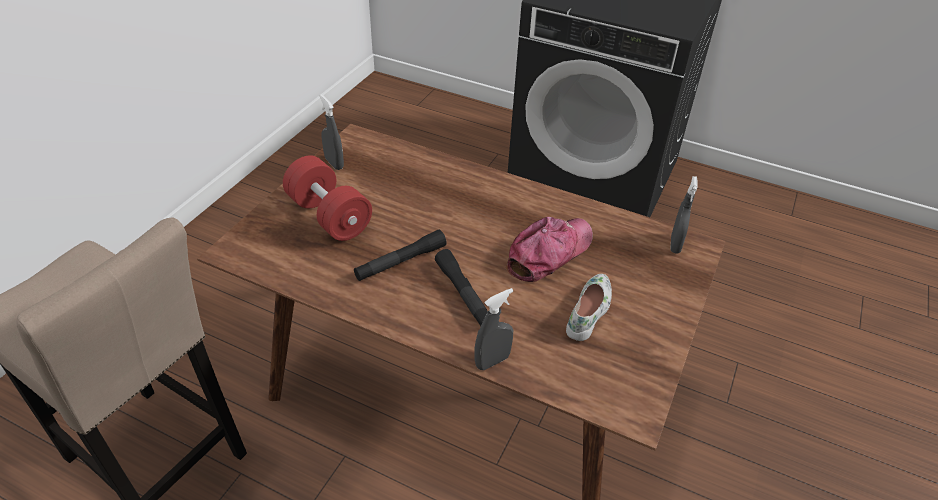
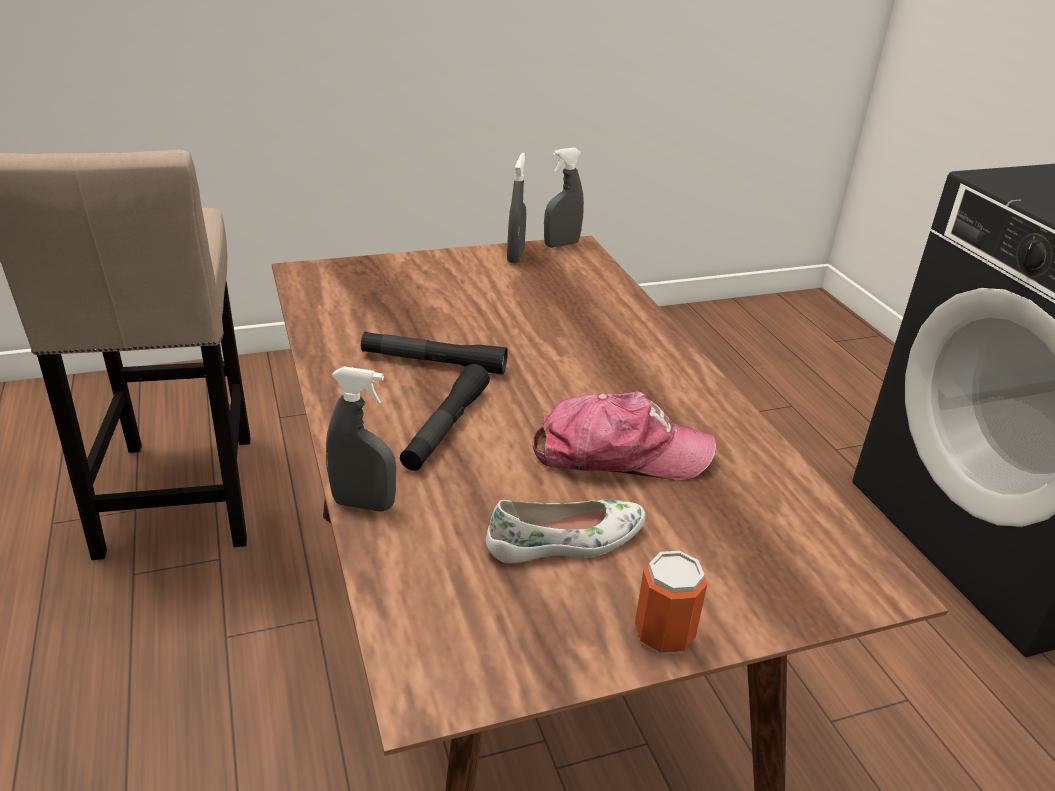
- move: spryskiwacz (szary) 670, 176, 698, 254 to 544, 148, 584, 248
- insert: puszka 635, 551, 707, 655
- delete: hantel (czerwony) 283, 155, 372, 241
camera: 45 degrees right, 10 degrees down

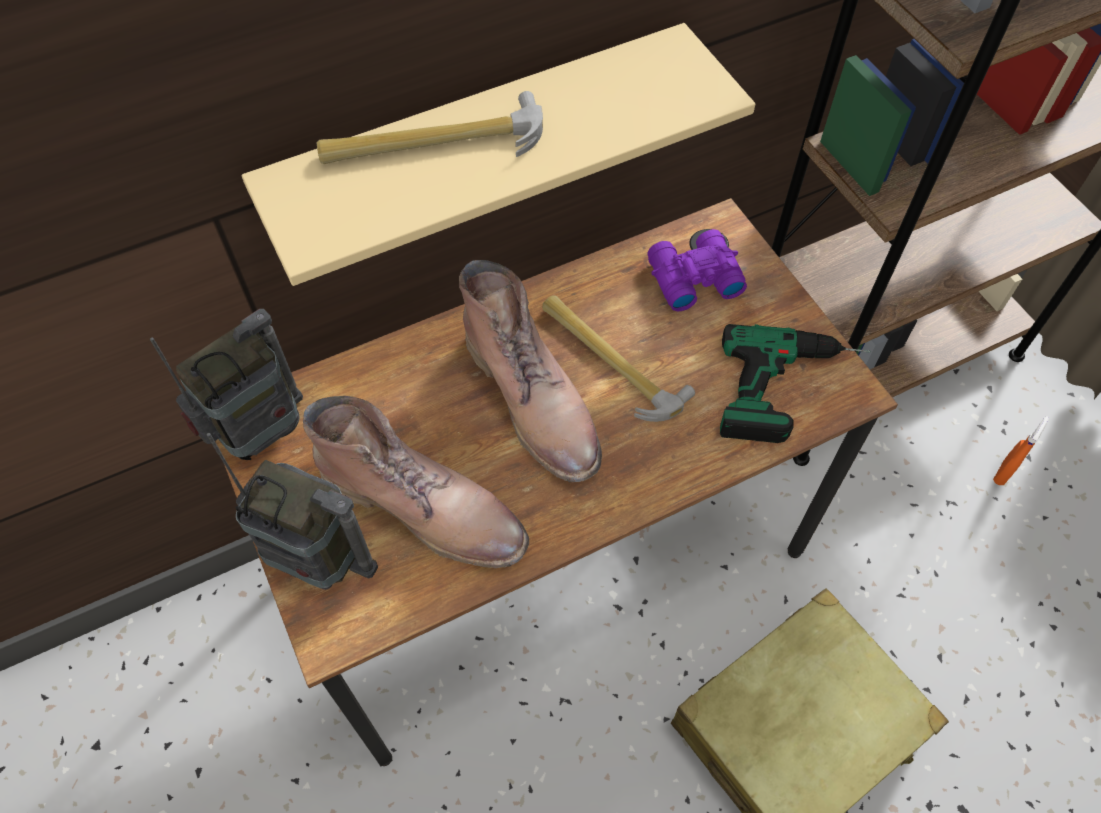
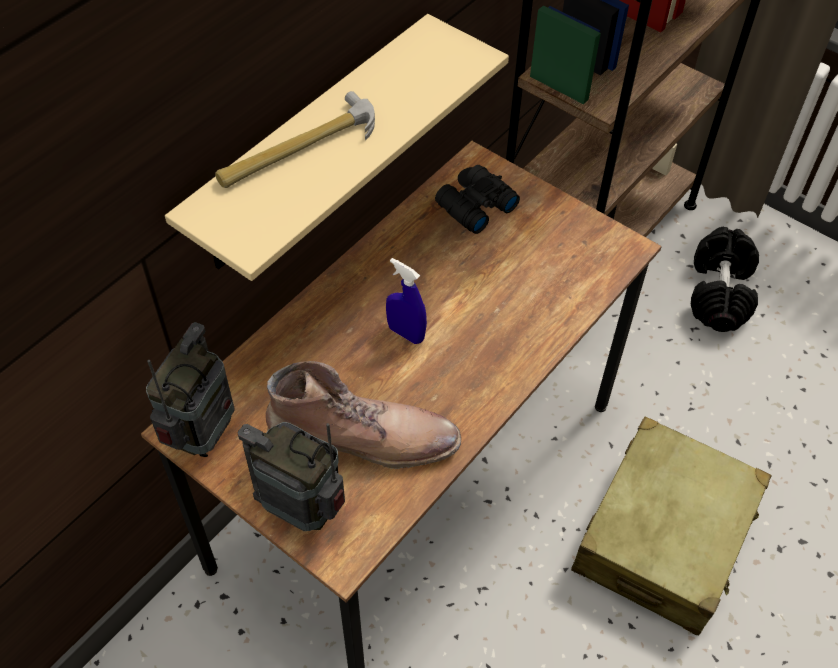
- rotate: radio 206, 433, 378, 590 = 237, 422, 345, 531 150 degrees counterclockwise
- replace: but z cholewką (brązowy) 459, 260, 602, 482 to spryskiwacz (niebieski) 386, 258, 427, 344
- recolor: lornetka (fioletowy) 647, 229, 747, 311 to lornetka (czarny) 435, 165, 520, 234
- replace: spryskiwacz (pomarańczowy) 993, 416, 1049, 485 to hantel (czarny) 691, 227, 759, 332
- delete: młotek 542, 295, 695, 422
- delete: wiertarka 720, 324, 871, 443
camera: 25 degrees left, 5 degrees down

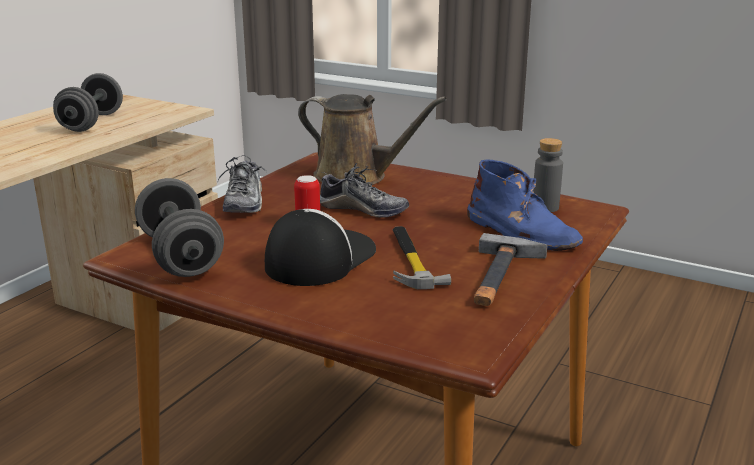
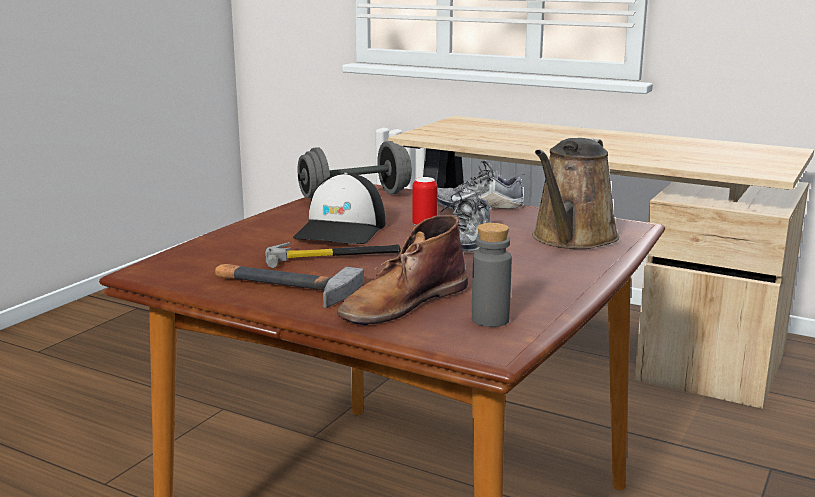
- rotate: czapka z daszkiem 265, 209, 376, 286 = 293, 173, 385, 244 75 degrees clockwise
- recolor: but z cholewką (niebieski) 467, 159, 583, 251 to but z cholewką (brązowy) 337, 215, 468, 325
- delete: hantel (szary) 53, 73, 123, 132
camera: 90 degrees right, 5 degrees down

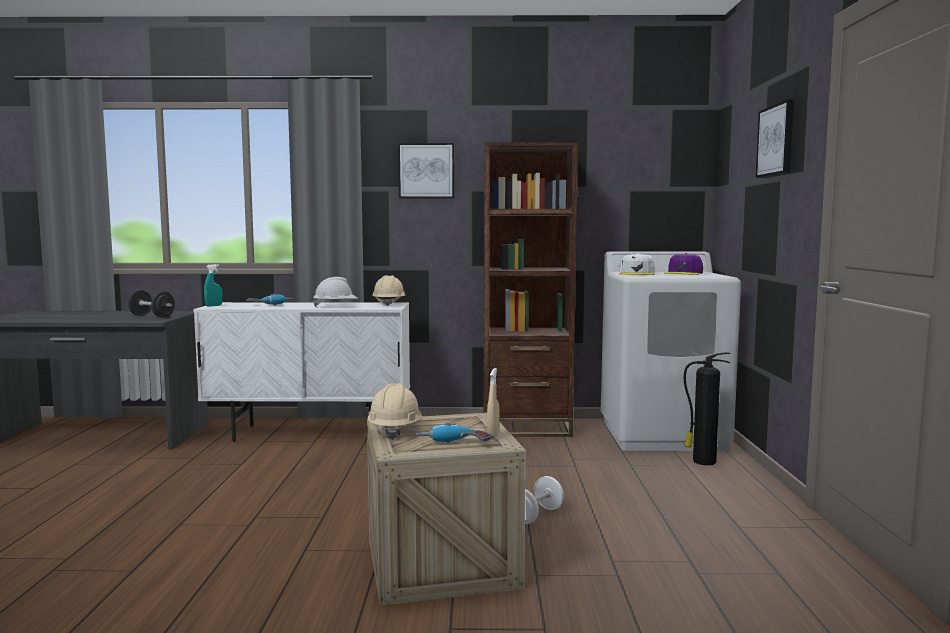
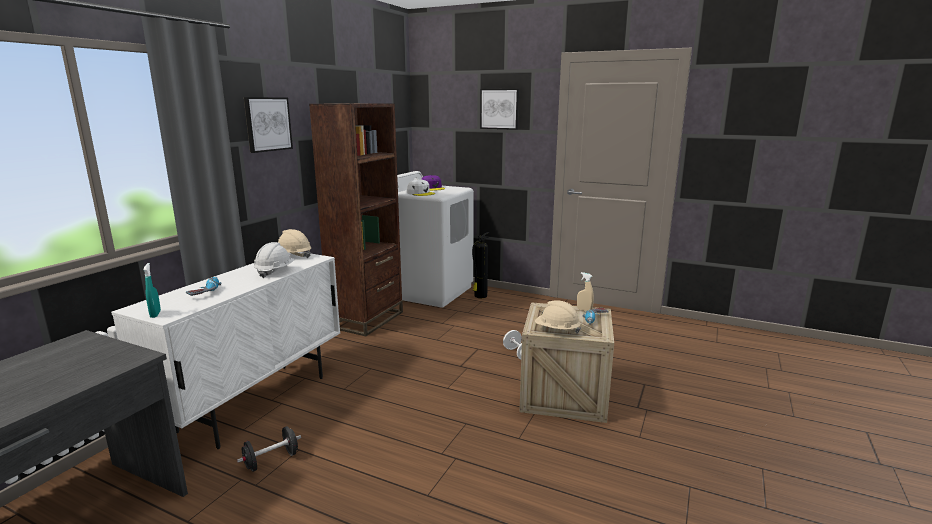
- move: hantel (czarny) 128, 290, 175, 318 to 237, 426, 301, 472
camera: 65 degrees left, 10 degrees up

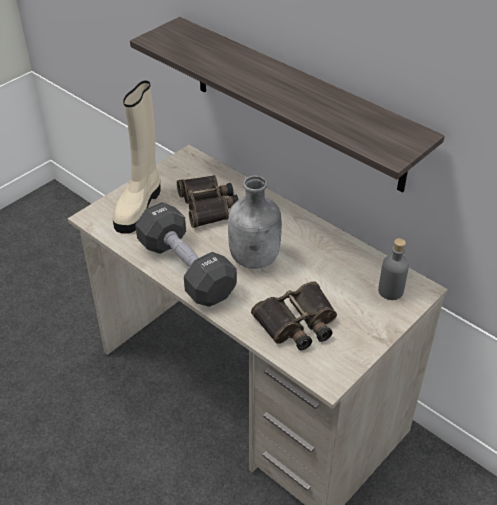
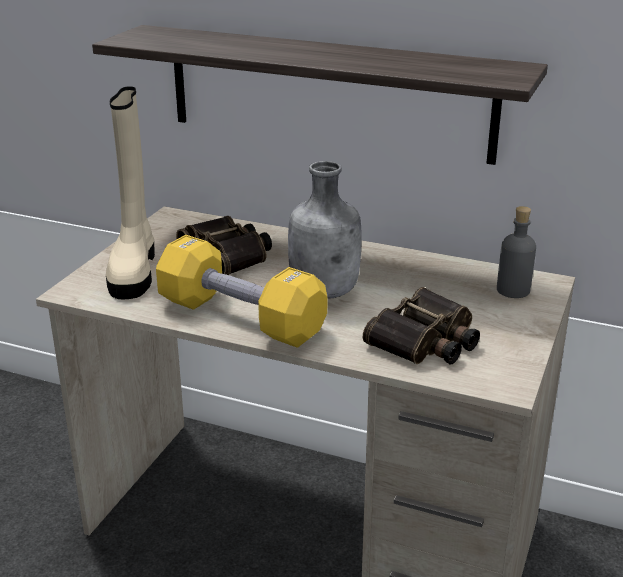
- recolor: hantel (czarny) 135, 202, 237, 307 to hantel (żółty) 156, 235, 327, 348
camera: 20 degrees left, 15 degrees down

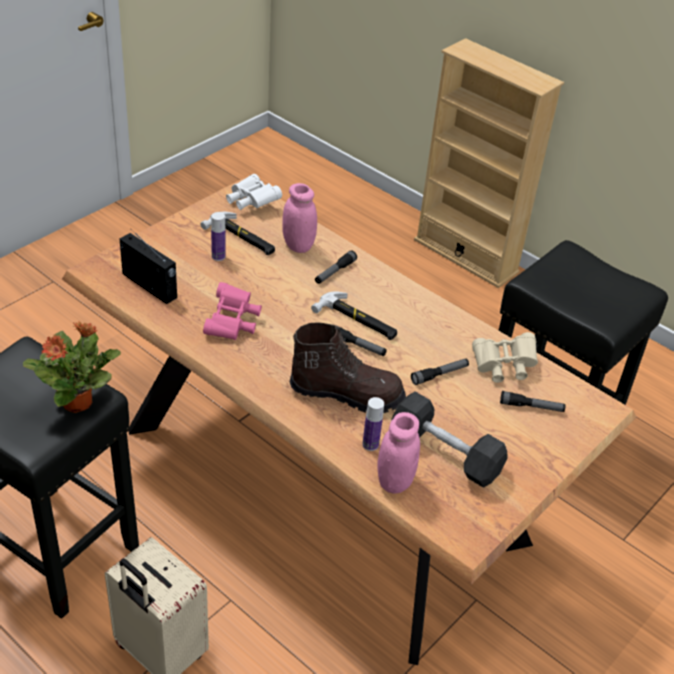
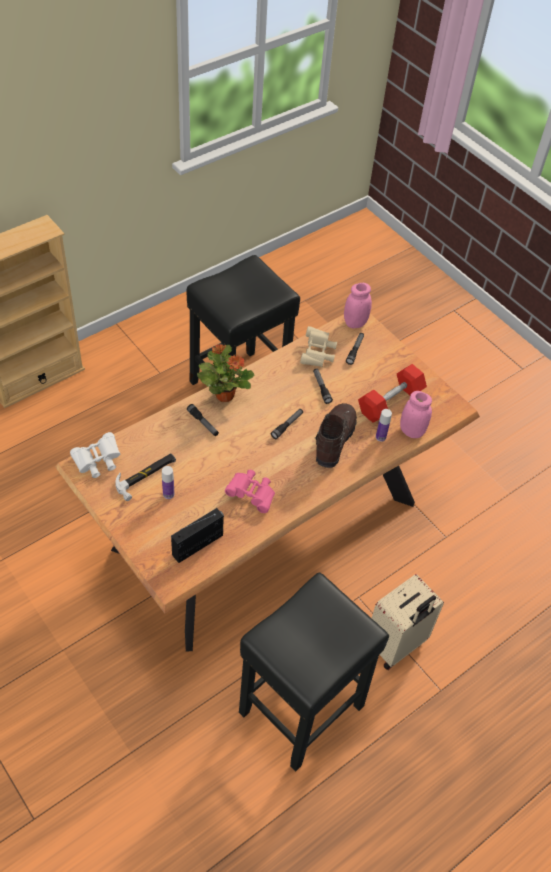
- move: roślina doniczkowa 23, 321, 121, 413 to 197, 344, 254, 402
- move: słoik (różowy) 282, 183, 317, 253 to 344, 283, 372, 328
- recolor: hantel (czarny) 391, 391, 508, 488 to hantel (czerwony) 358, 364, 427, 422
- delete: młotek 311, 291, 397, 340
camera: 80 degrees left, 10 degrees up

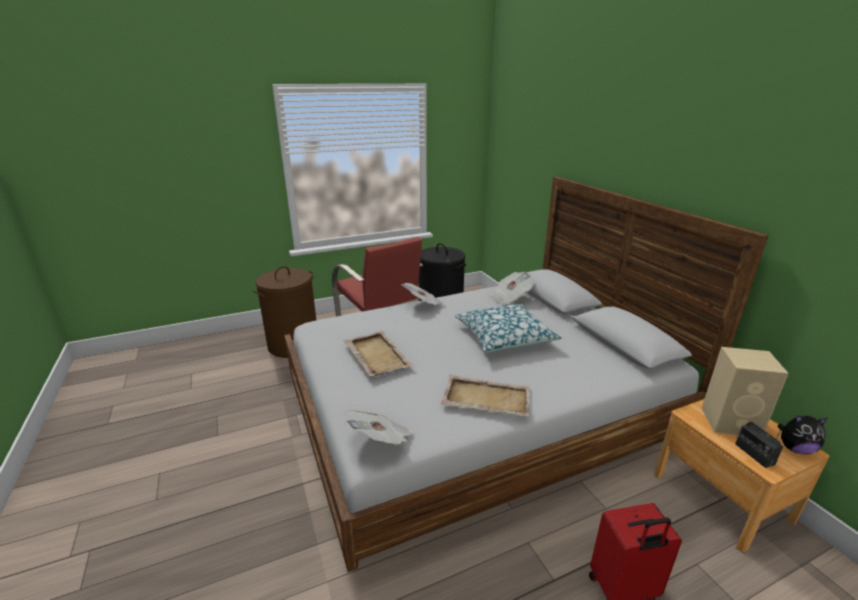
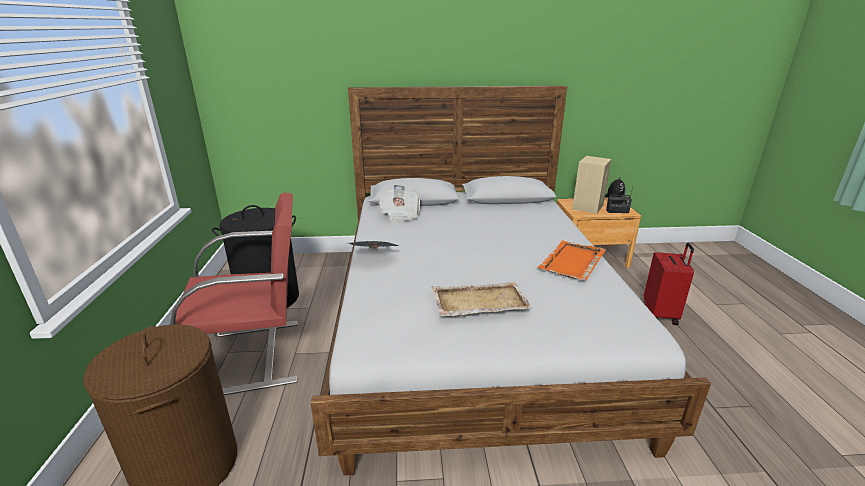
- recolor: taca (beżowy) 441, 375, 530, 416 to taca (pomarańczowy) 537, 240, 606, 280
- delete: gazeta 343, 410, 414, 445
- delete: poduszka 454, 304, 562, 353
camera: 70 degrees left, 0 degrees up

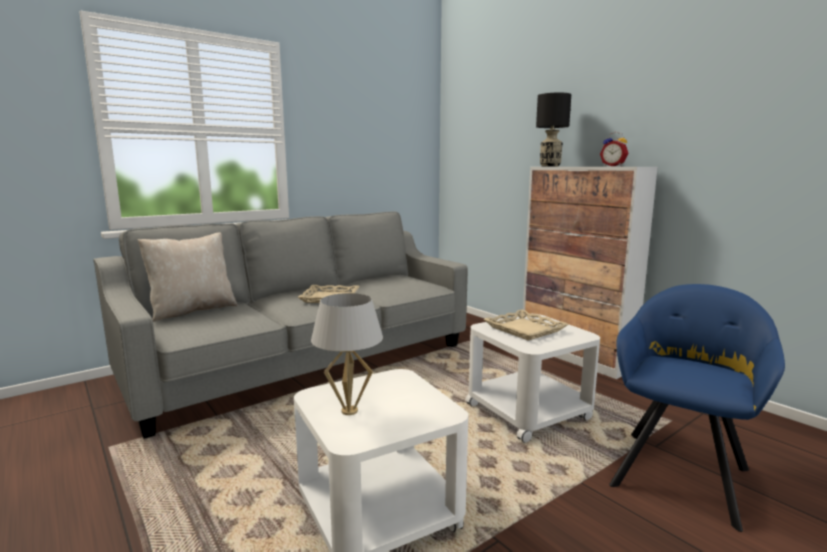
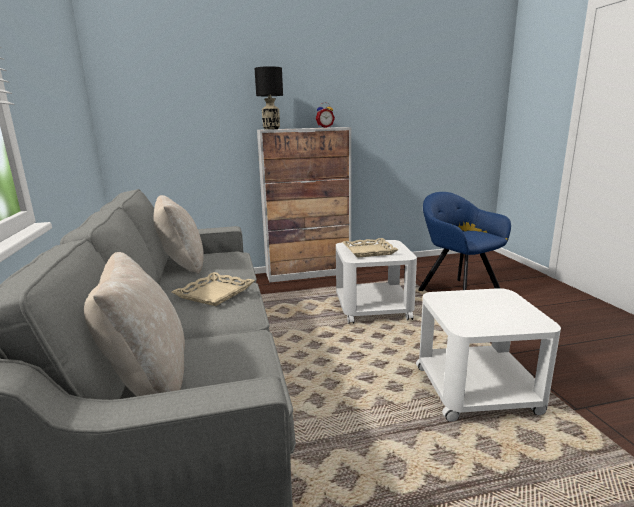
- insert: poduszka (beżowy) 153, 195, 204, 274
- delete: lampa stołowa (biały) 311, 293, 383, 415
camera: 65 degrees left, 5 degrees up

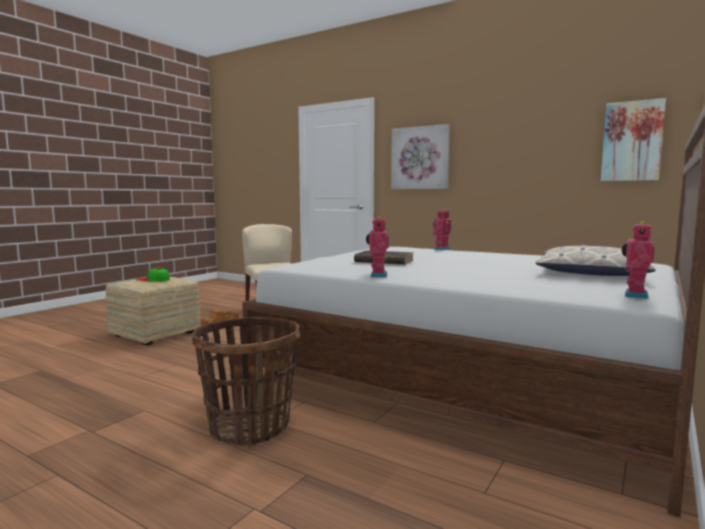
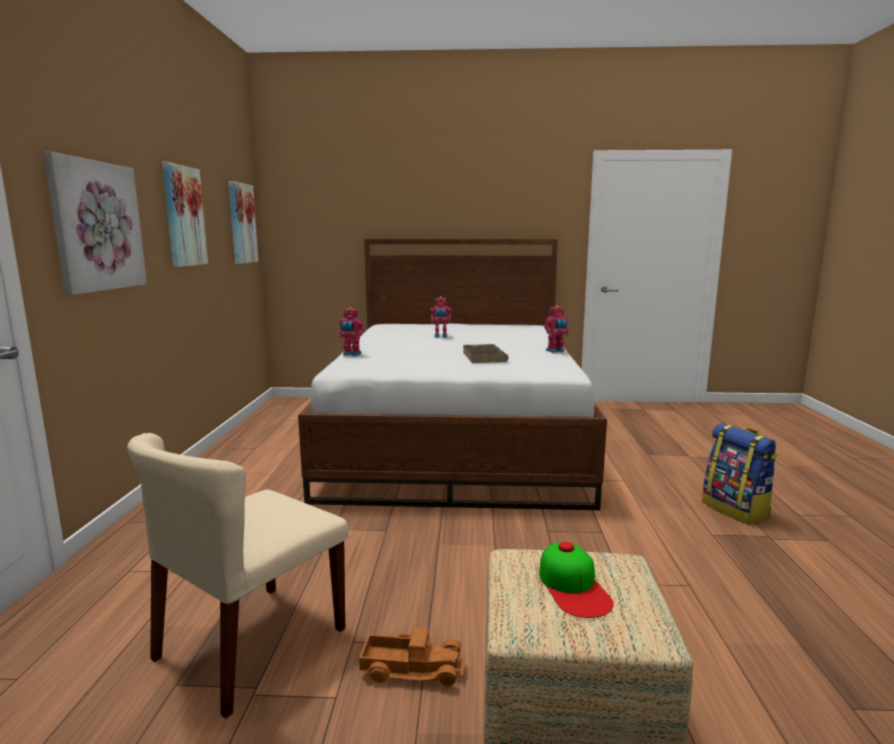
- insert: obraz 162, 162, 208, 267
- move: robot zabawkowy 622, 221, 655, 299 to 431, 296, 451, 338
- insert: plecak 702, 423, 777, 525
- delete: koszyk 192, 317, 300, 446
- delete: poduszka 535, 245, 656, 276
camera: 120 degrees left, 5 degrees up

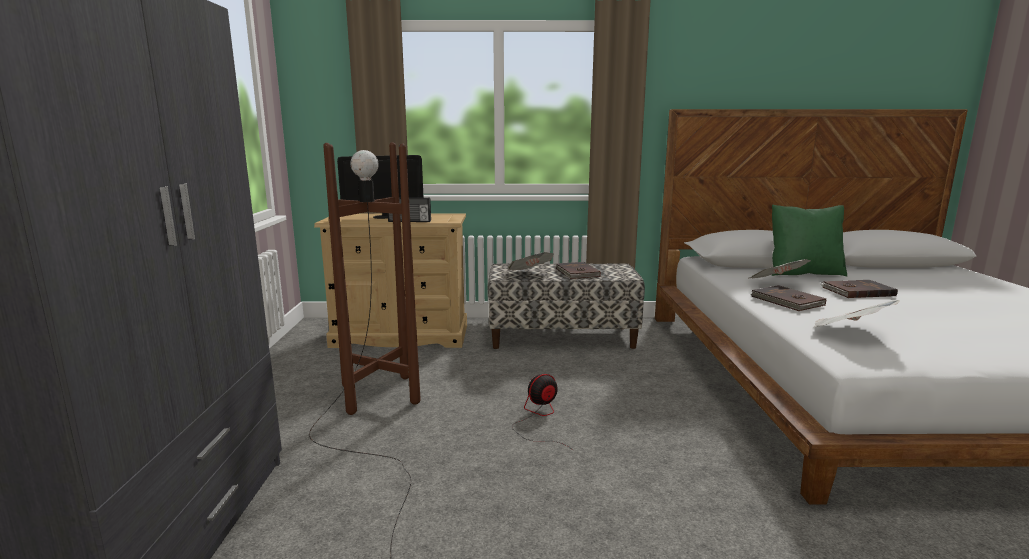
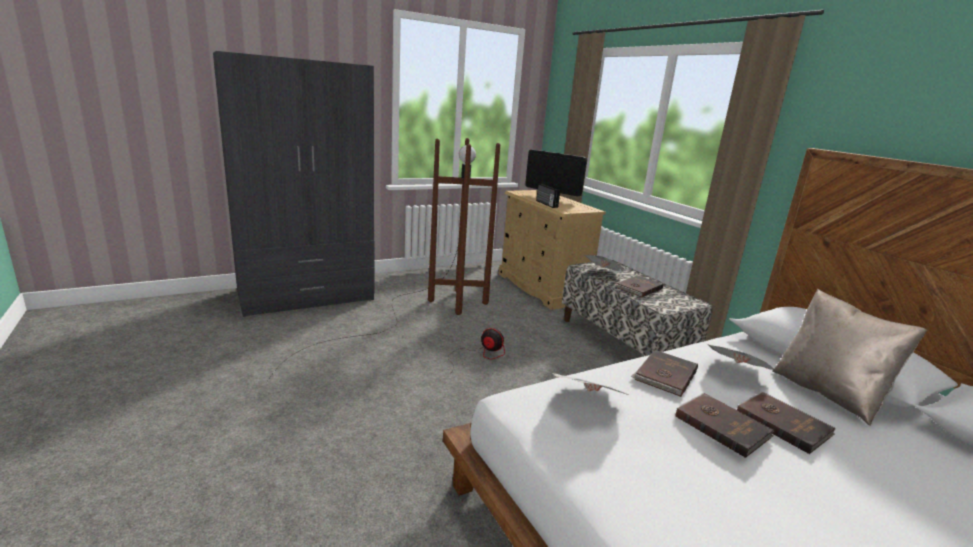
- insert: książka (brązowy) 675, 393, 774, 458
- recolor: poduszka (zielony) 772, 205, 847, 276 to poduszka (beżowy) 772, 289, 927, 426
camera: 60 degrees right, 5 degrees up

